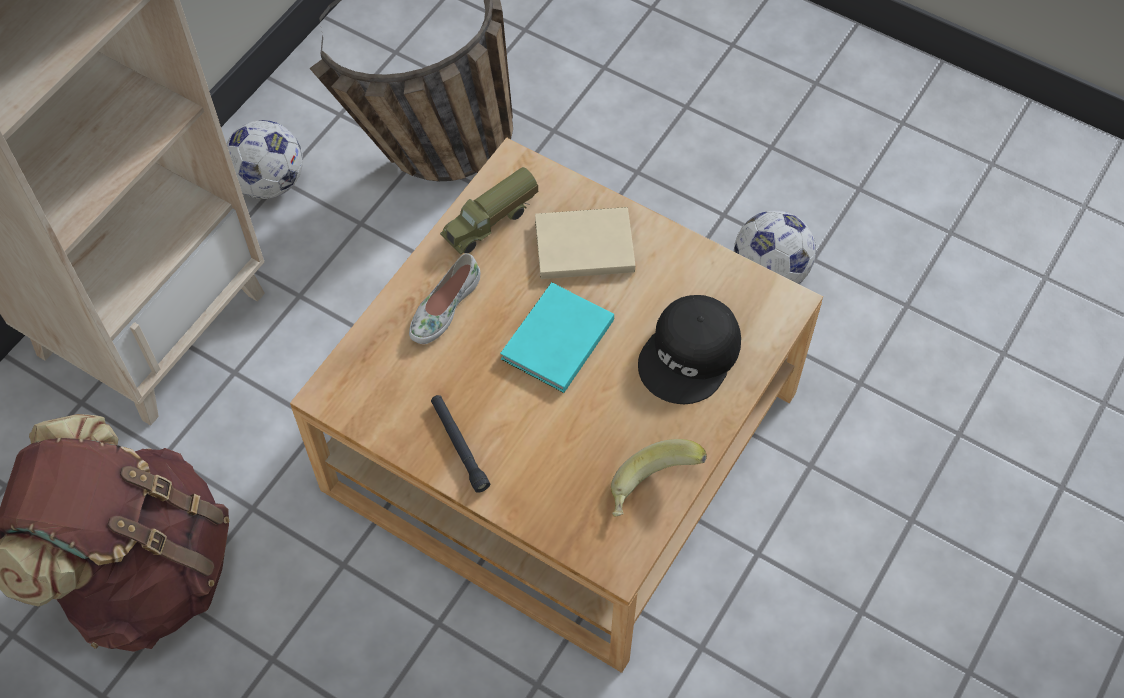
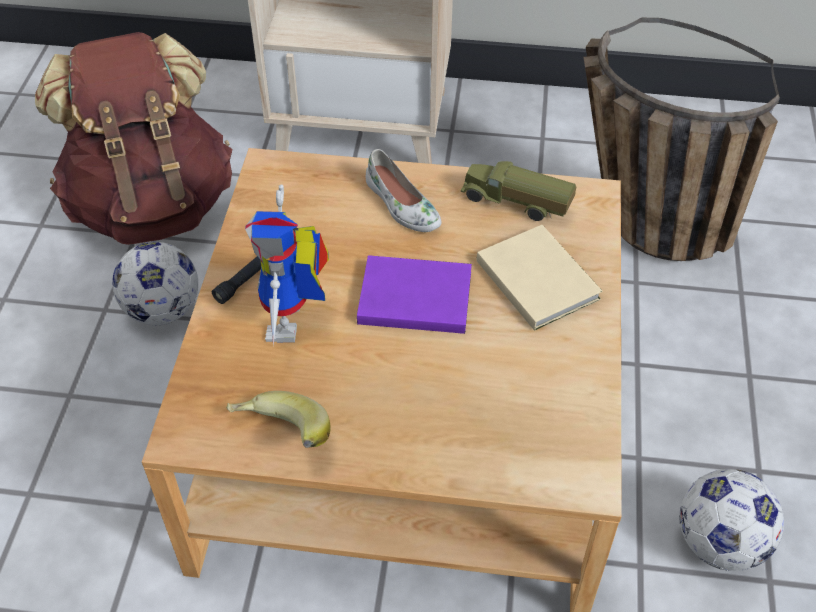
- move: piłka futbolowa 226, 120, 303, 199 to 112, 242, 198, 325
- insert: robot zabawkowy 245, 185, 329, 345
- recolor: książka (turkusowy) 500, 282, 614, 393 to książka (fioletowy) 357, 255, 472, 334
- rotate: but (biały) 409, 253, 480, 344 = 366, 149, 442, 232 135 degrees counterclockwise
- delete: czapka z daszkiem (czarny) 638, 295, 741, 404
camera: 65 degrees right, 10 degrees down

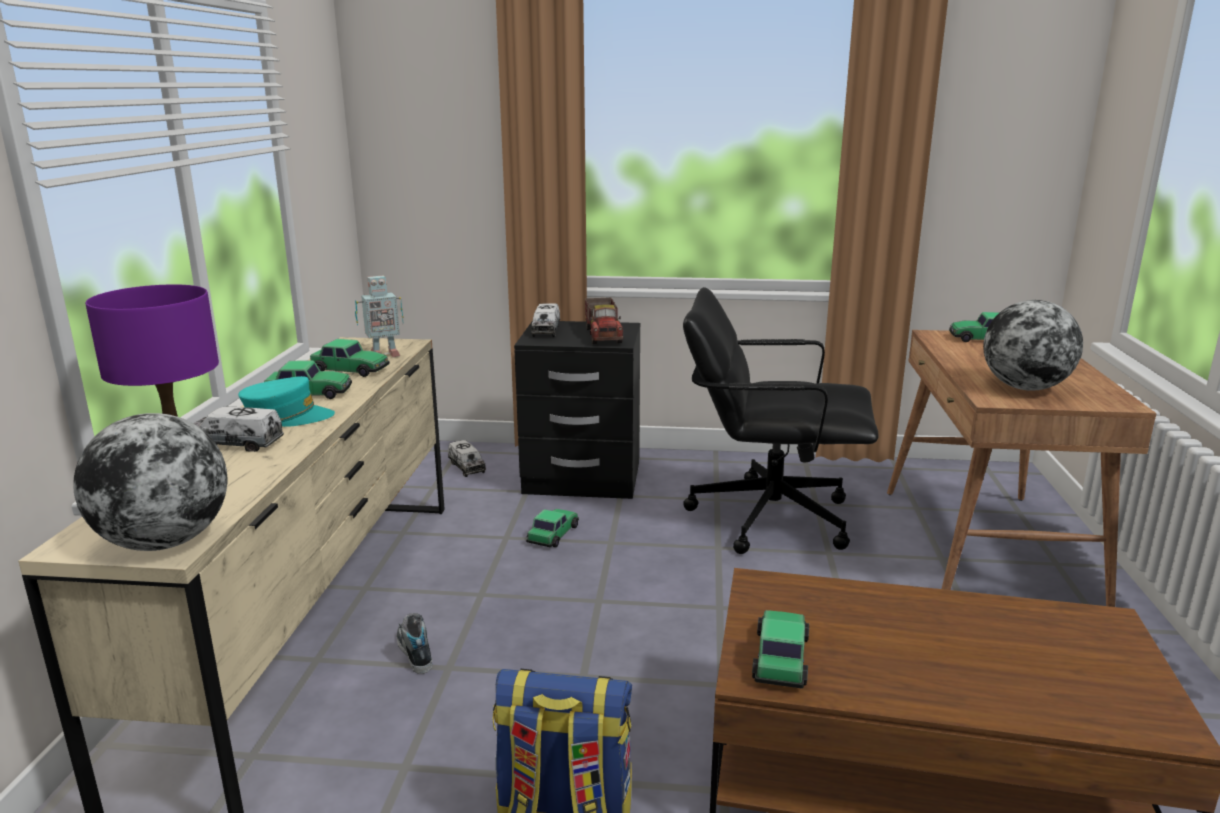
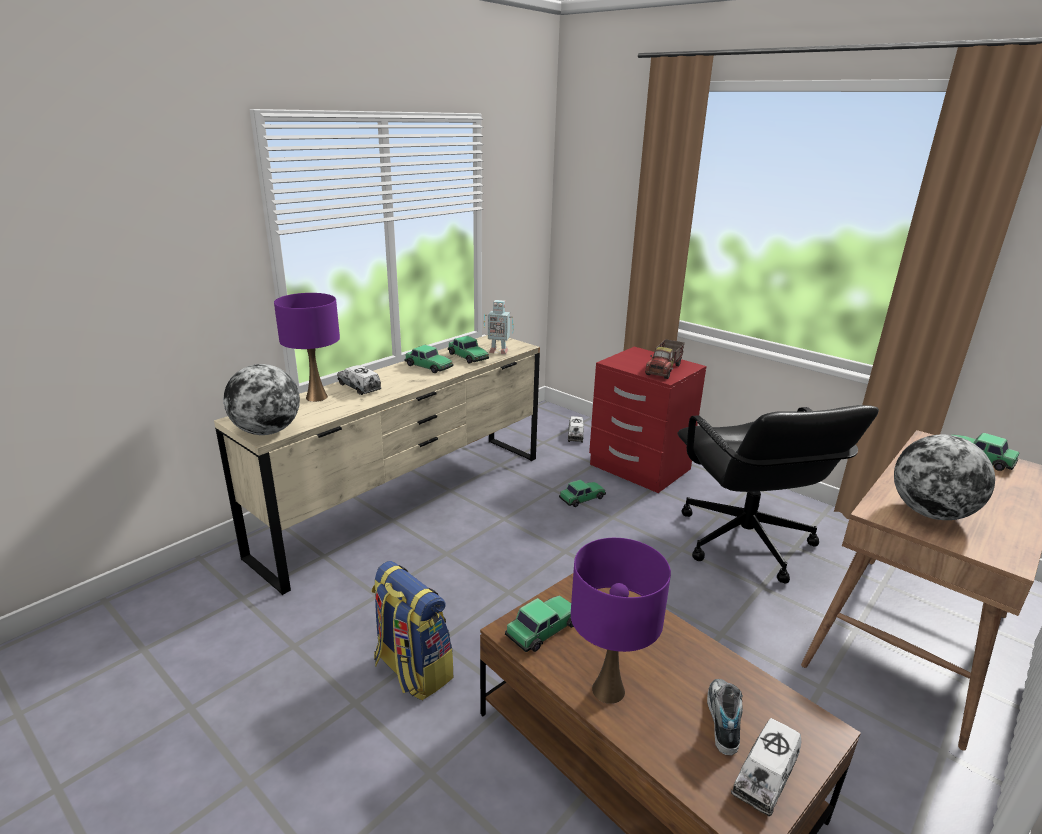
- insert: lampa stołowa (fioletowy) 571, 538, 671, 704
- recolor: szafka nocna (czarny) 514, 321, 640, 499 to szafka nocna (czerwony) 589, 346, 706, 493
- rotate: krzesło biurowe (czarny) 683, 287, 879, 554 = 678, 405, 879, 584 150 degrees counterclockwise
- move: but 397, 613, 432, 674 to 707, 679, 743, 756
- move: ciężarówka zabawkowa 531, 303, 560, 337 to 731, 718, 801, 816
- delete: czapka z daszkiem (turkusowy) 238, 376, 335, 427
camera: 35 degrees right, 5 degrees up

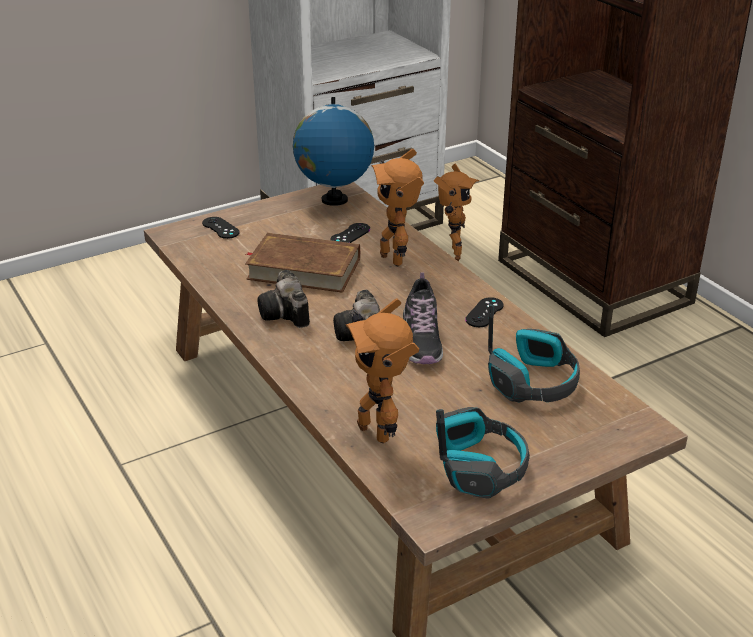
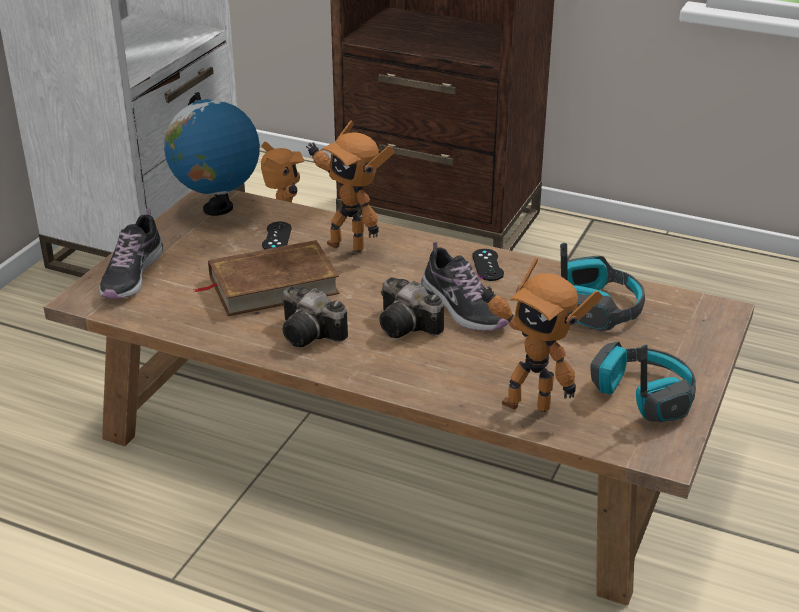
- replace: pad do gier (czarny) 202, 217, 240, 239 to but 99, 209, 163, 299
camera: 35 degrees left, 0 degrees up

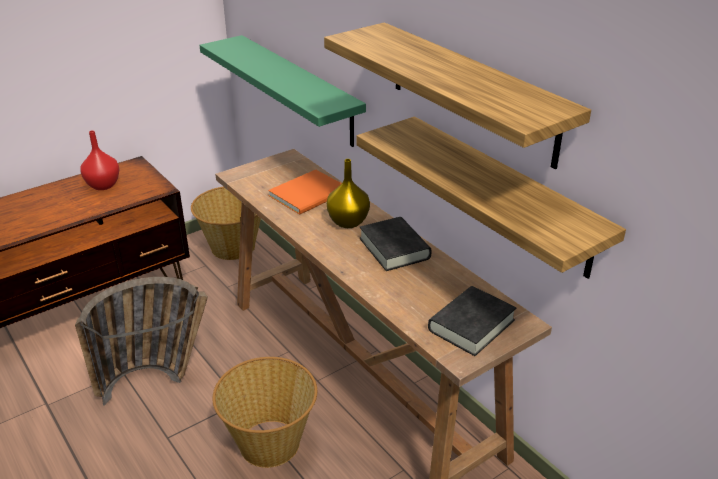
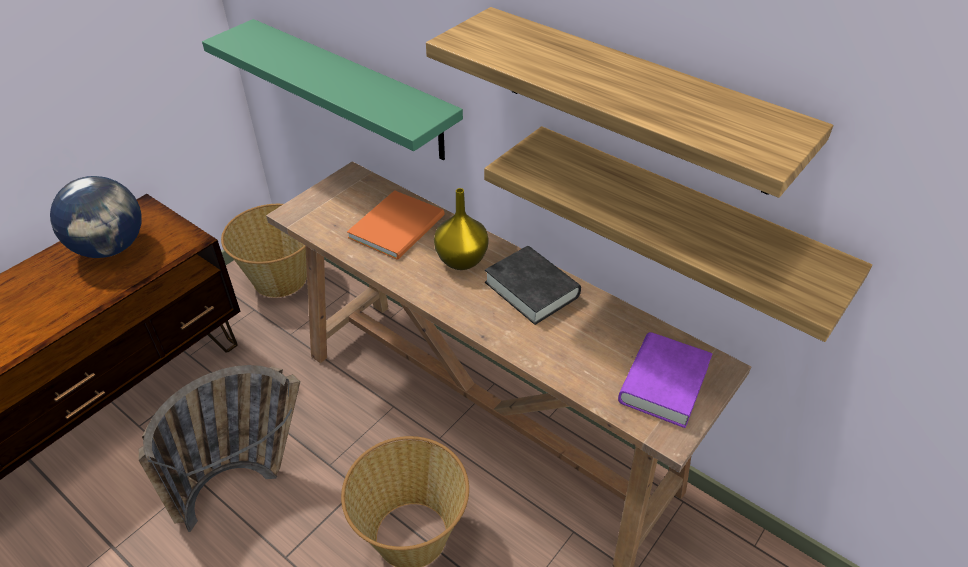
- replace: wazon (czerwony) 80, 130, 120, 190 to globus 50, 176, 142, 258
- recolor: książka (czarny) 428, 286, 517, 356 to książka (fioletowy) 618, 332, 712, 428
camera: 15 degrees left, 10 degrees up

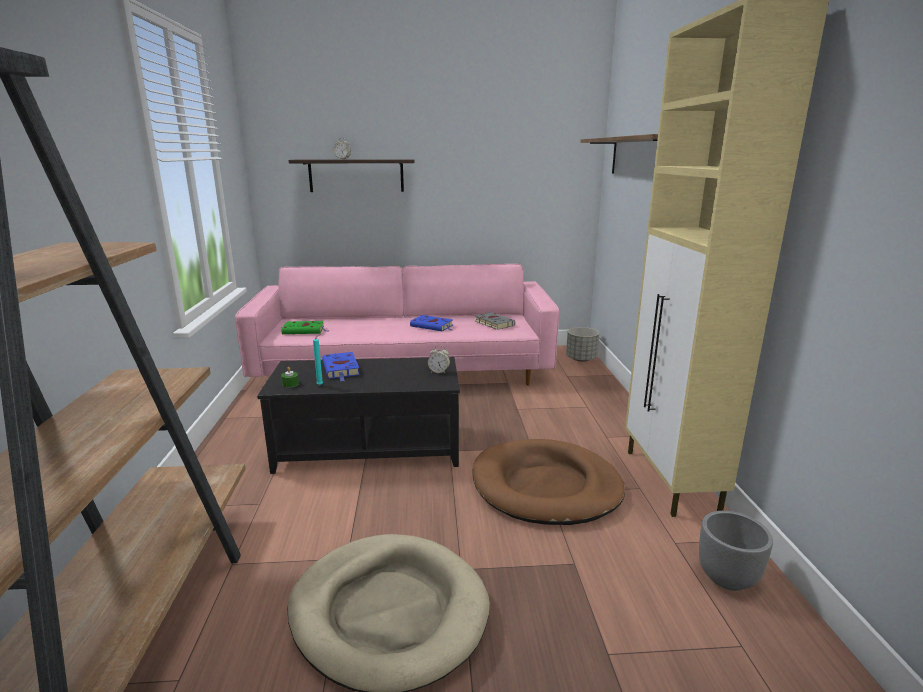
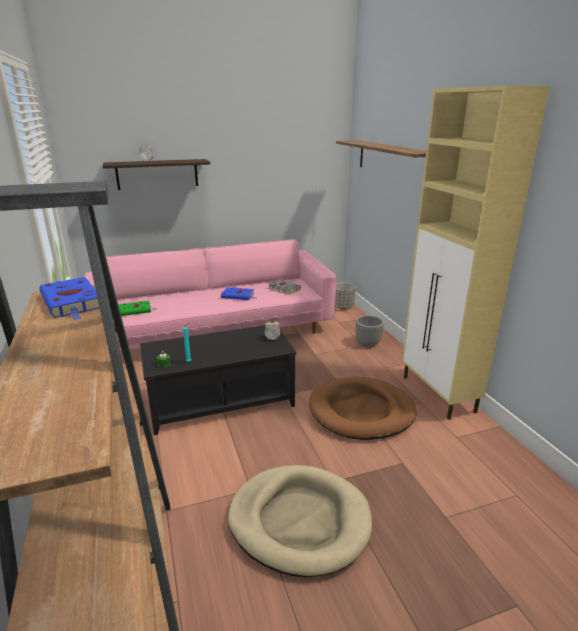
- move: książka (niebieski) 322, 352, 360, 381 to 39, 277, 99, 320
- move: donica (szary) 699, 511, 773, 591 to 356, 315, 384, 347
camera: 15 degrees left, 5 degrees up

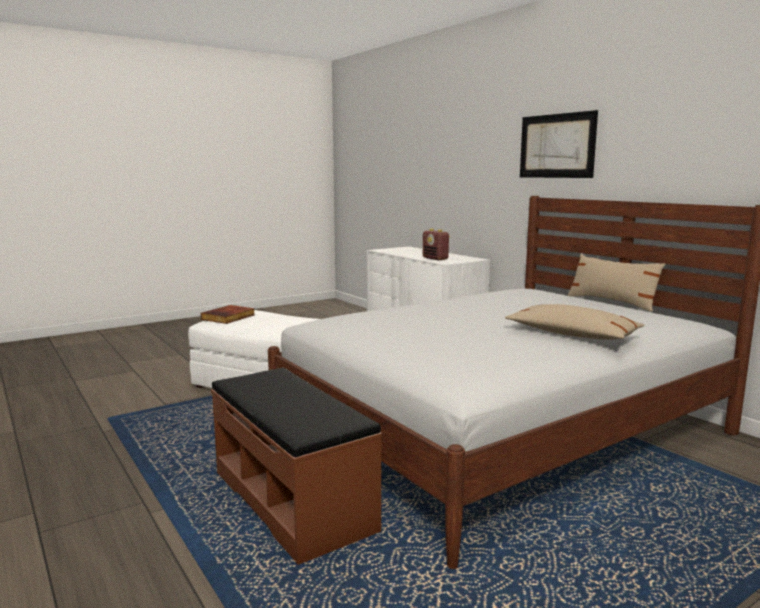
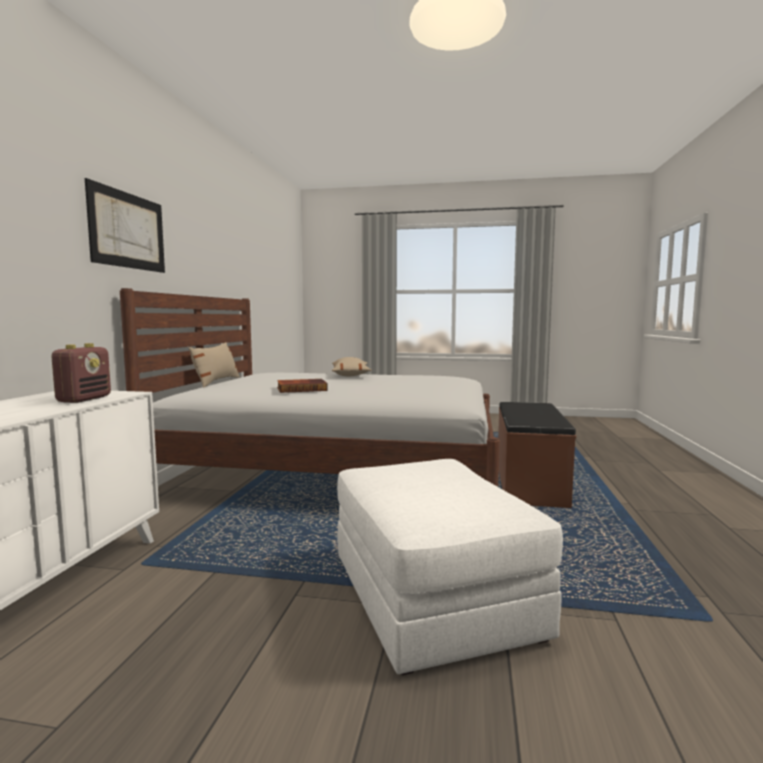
- move: książka 201, 305, 255, 324 to 277, 379, 328, 393
camera: 135 degrees left, 5 degrees down

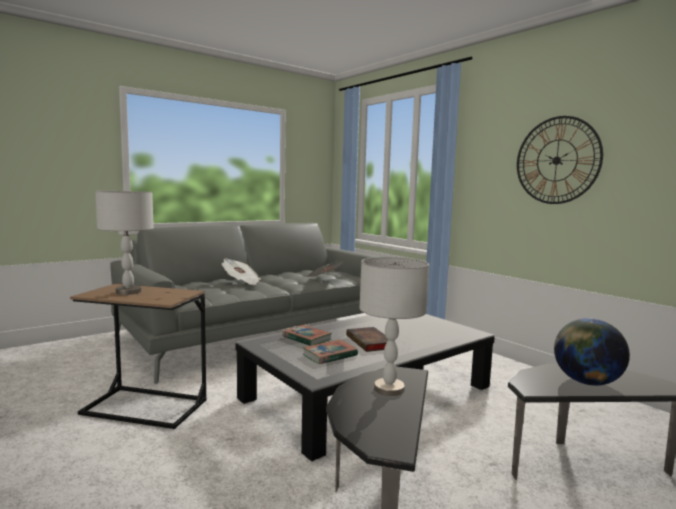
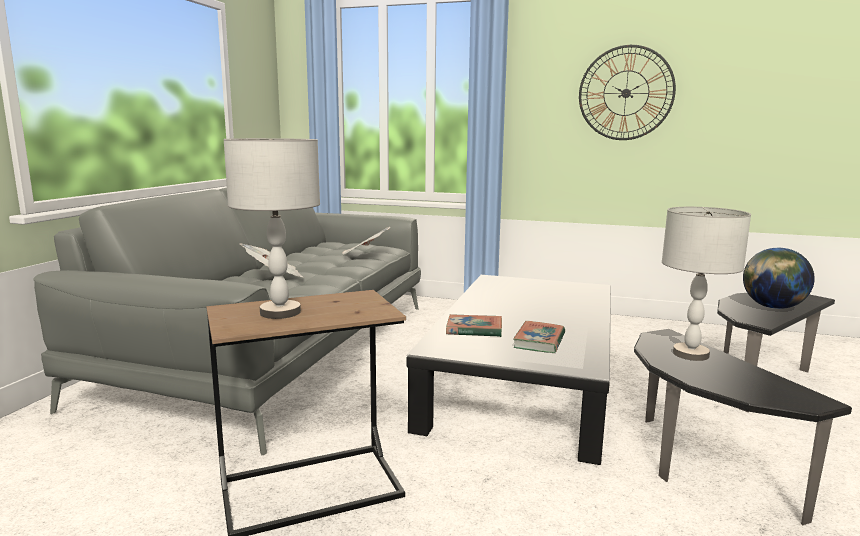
- delete: książka 346, 327, 388, 352
camera: 35 degrees left, 5 degrees up

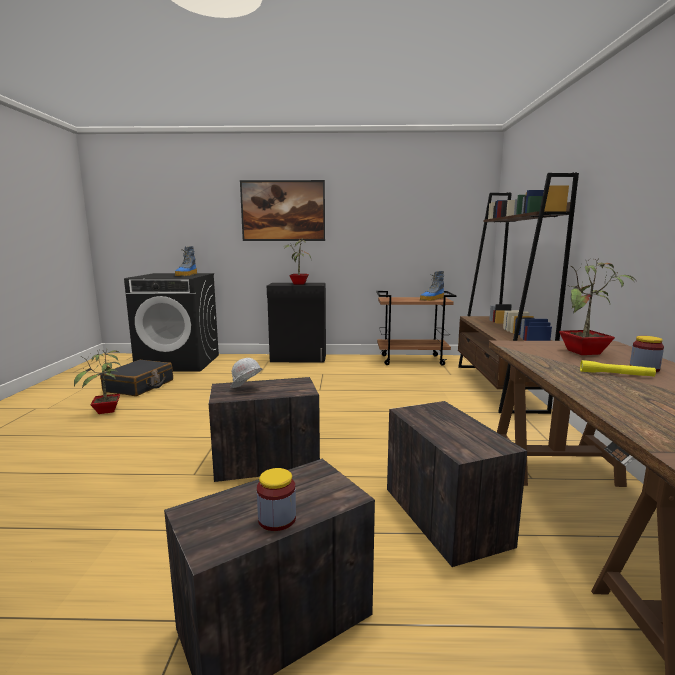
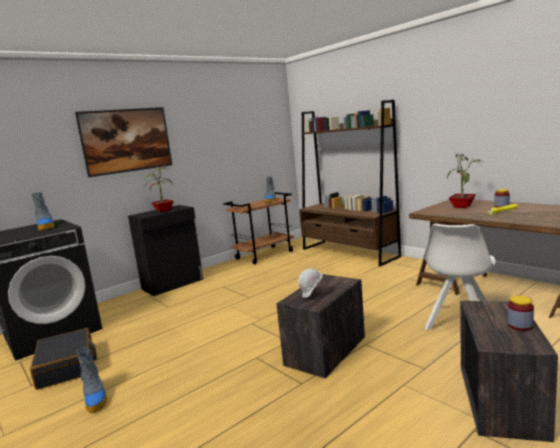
- replace: roślina doniczkowa 74, 350, 121, 414 to but z cholewką 76, 347, 107, 413
- replace: skrzynka 387, 401, 527, 567 to krzesło (biały) 424, 223, 495, 330
camera: 40 degrees left, 0 degrees up

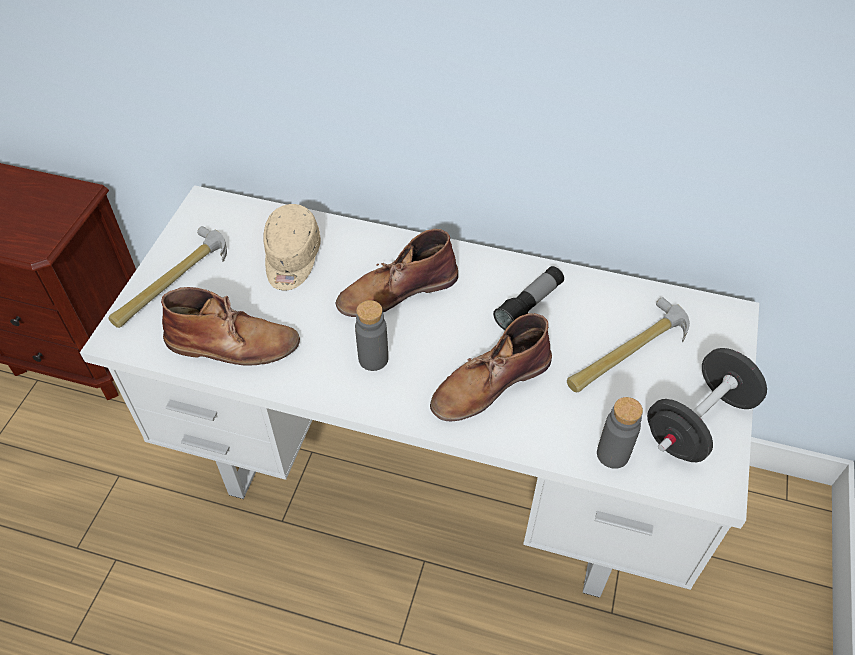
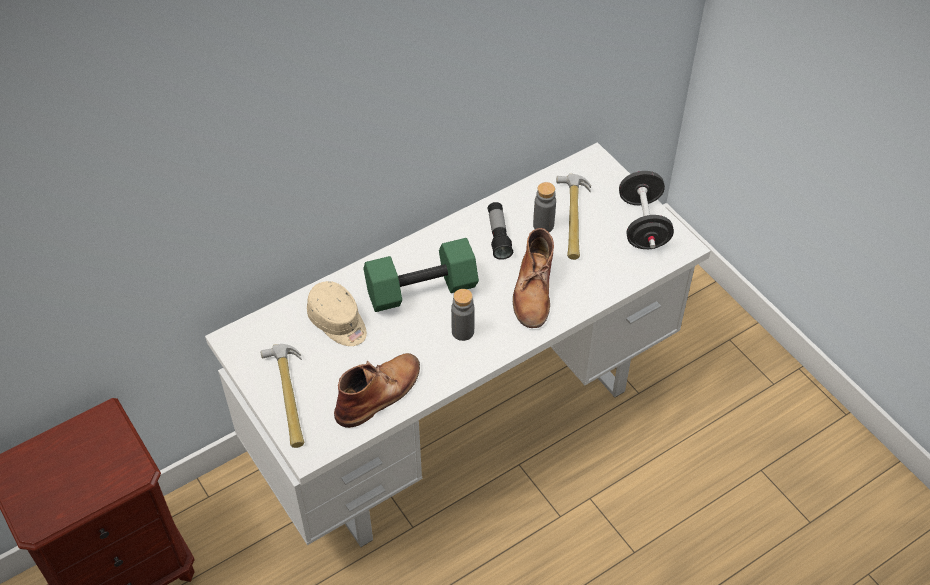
- replace: but z cholewką (brązowy) 335, 229, 458, 317 to hantel (zielony) 363, 238, 479, 312
- move: butelka (szary) 597, 397, 643, 469 to 533, 182, 556, 232
camera: 50 degrees left, 0 degrees up

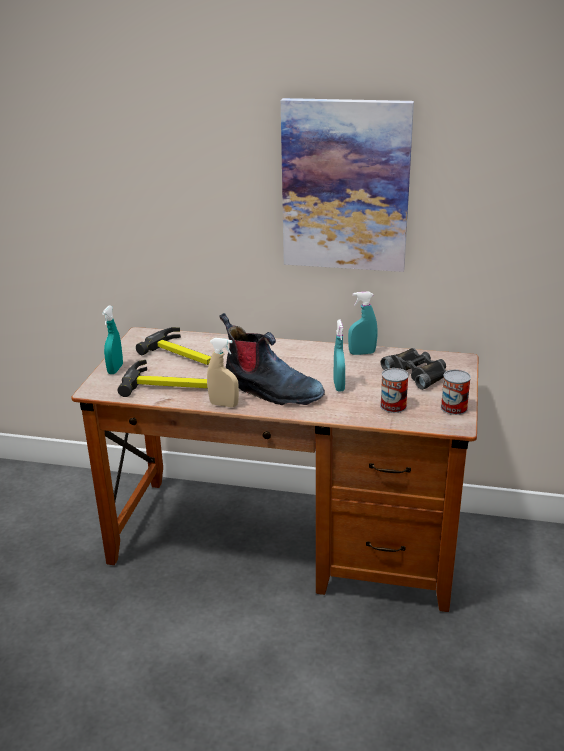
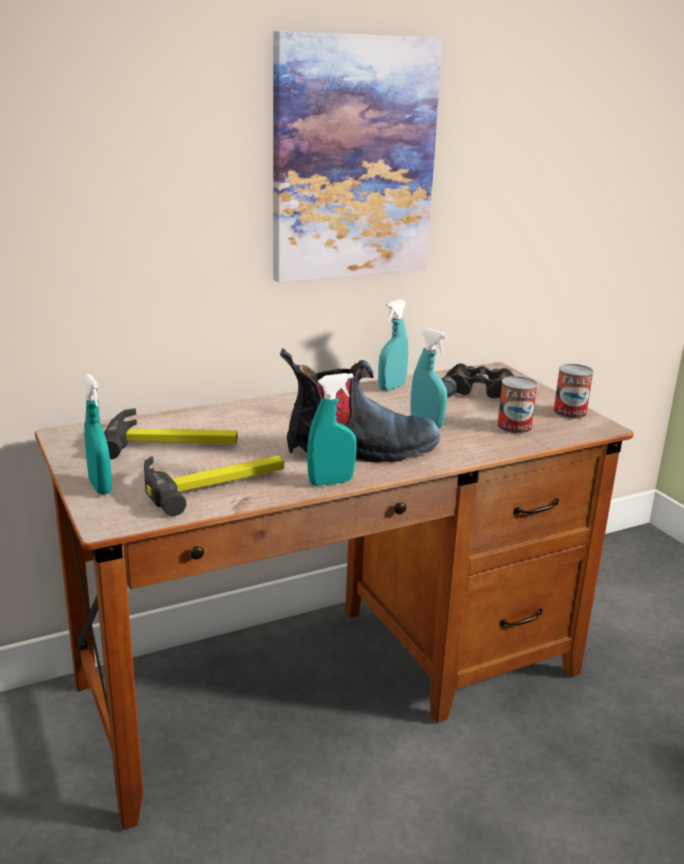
- recolor: spryskiwacz (beżowy) 207, 338, 239, 407 to spryskiwacz (turkusowy) 307, 373, 356, 486
camera: 40 degrees left, 5 degrees down

